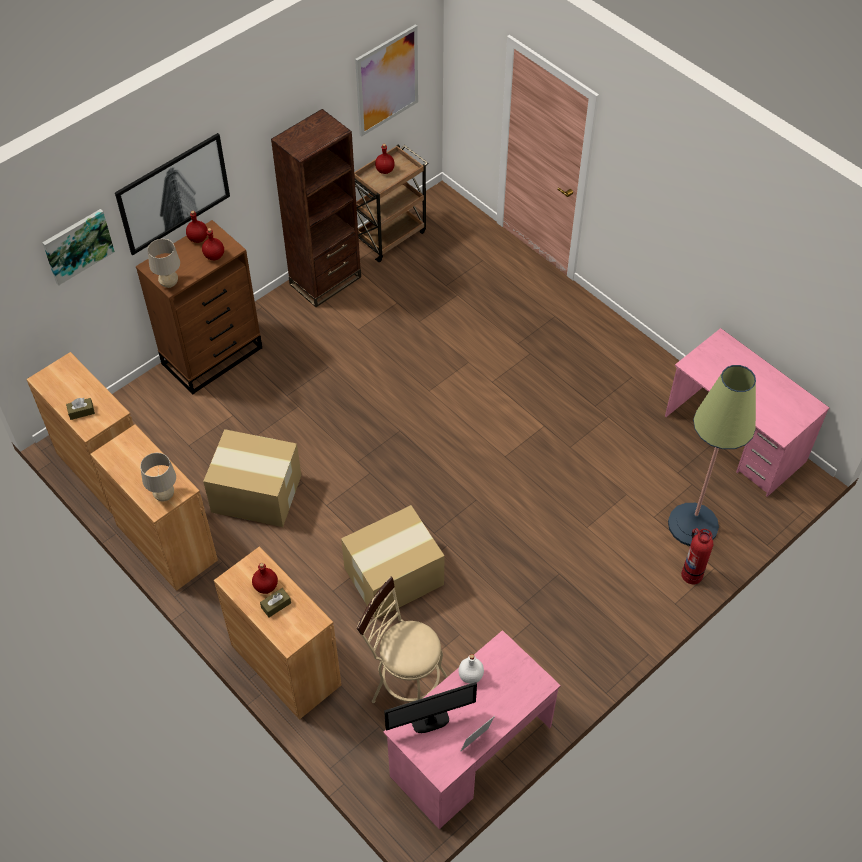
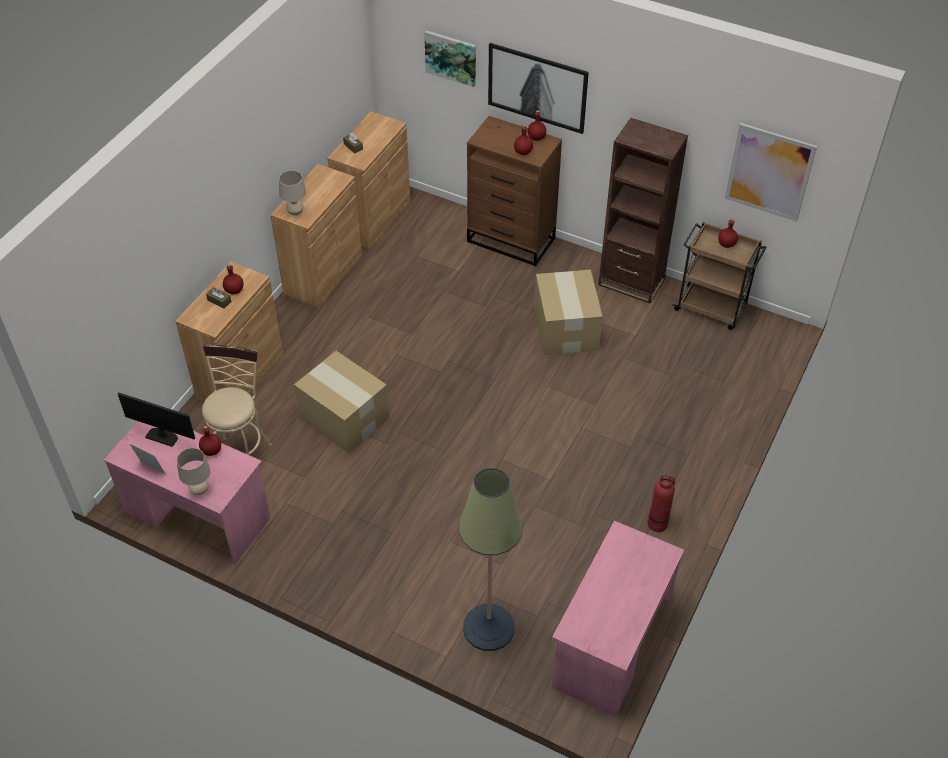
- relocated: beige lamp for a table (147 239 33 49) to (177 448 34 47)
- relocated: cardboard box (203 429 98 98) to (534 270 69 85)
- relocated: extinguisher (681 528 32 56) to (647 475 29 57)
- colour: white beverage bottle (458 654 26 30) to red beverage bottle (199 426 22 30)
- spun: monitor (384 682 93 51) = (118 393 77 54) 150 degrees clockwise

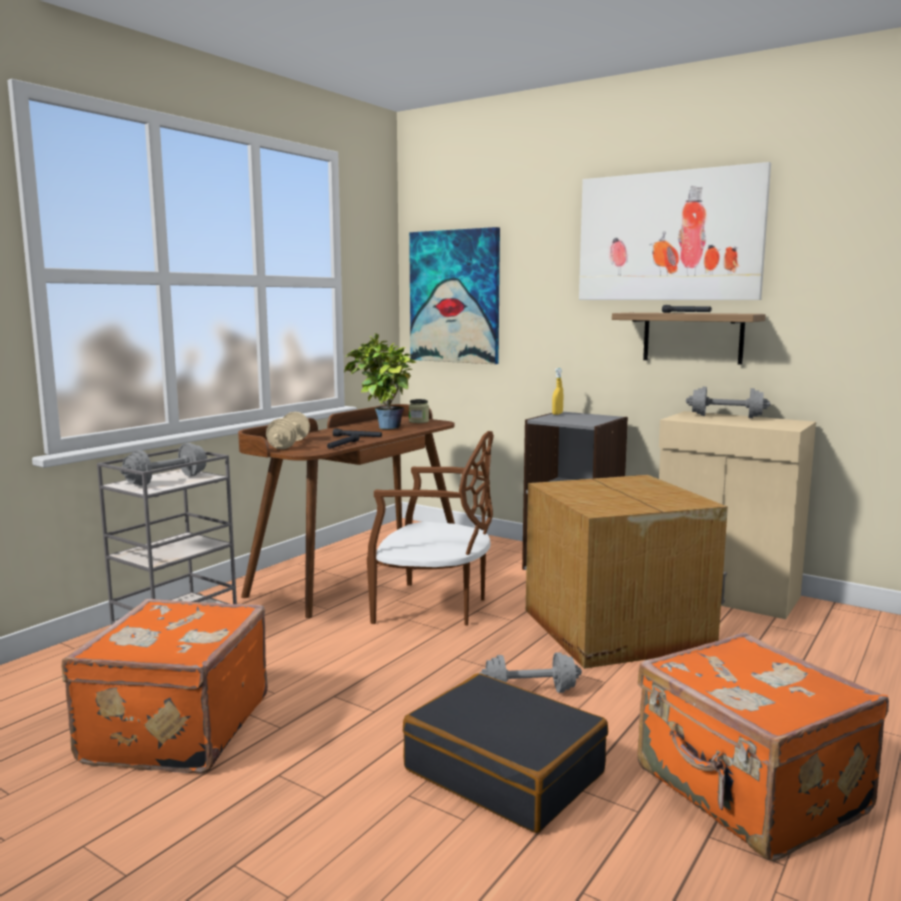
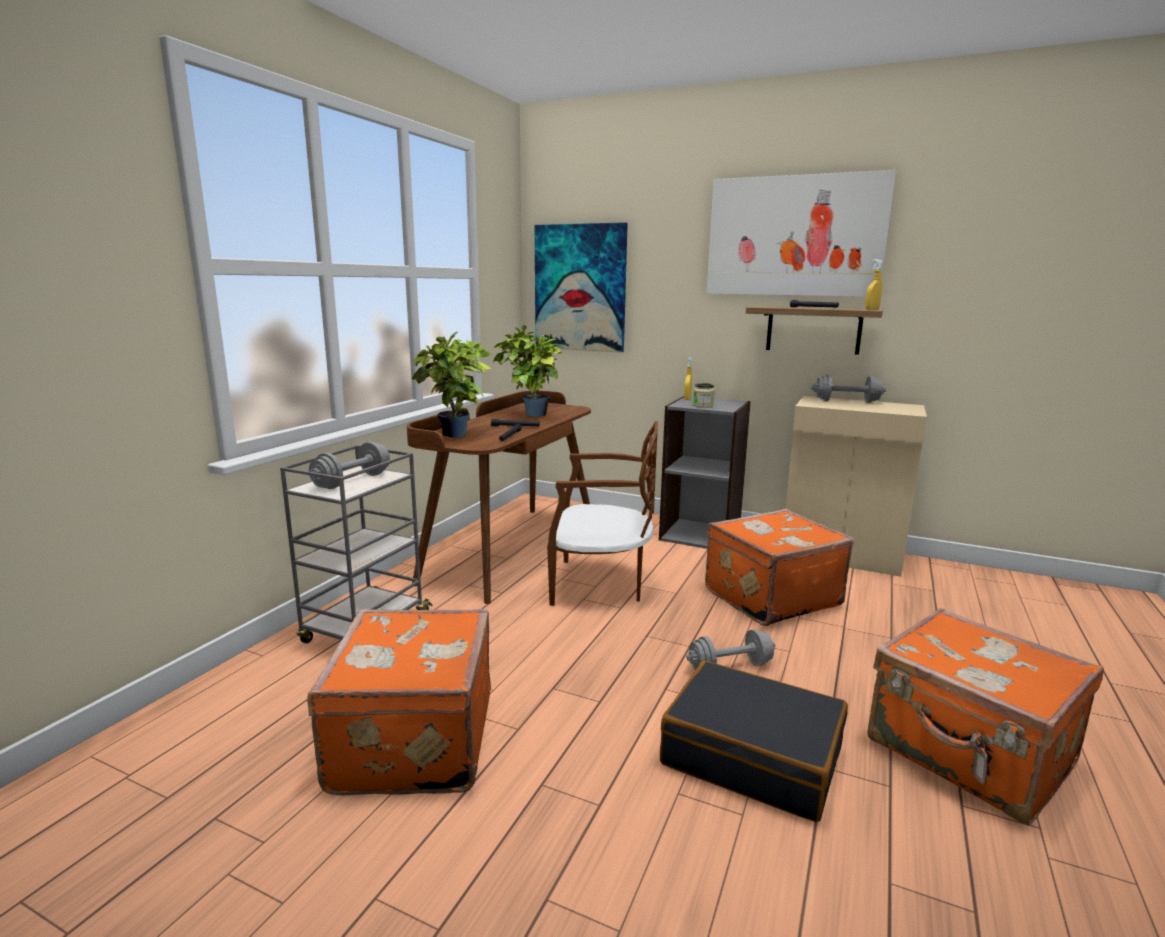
- appeared: yellow-coloured spray bottle (865 259 18 51)
- relocated: jar (409 399 20 24) to (693 383 22 25)
- exchanged: beige dumbbell (266 412 44 37) to plant in a pot (412 332 80 106)
- exchanged: cardboard box (526 475 202 194) to orange-coloured suitcase (705 509 149 117)

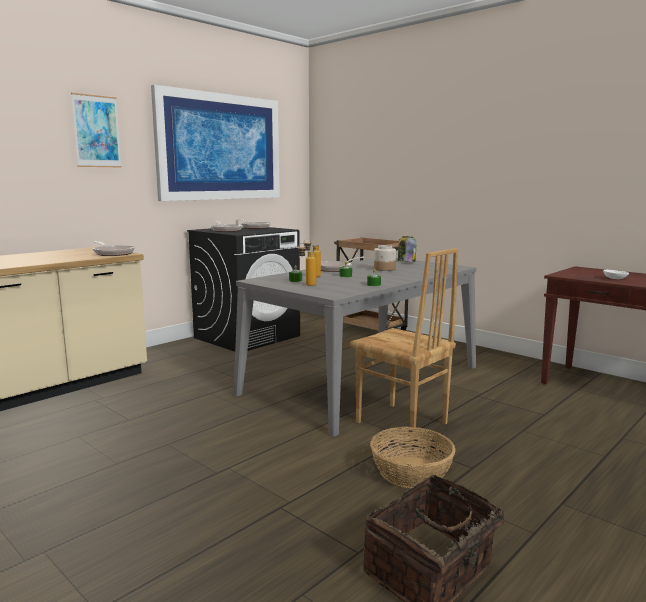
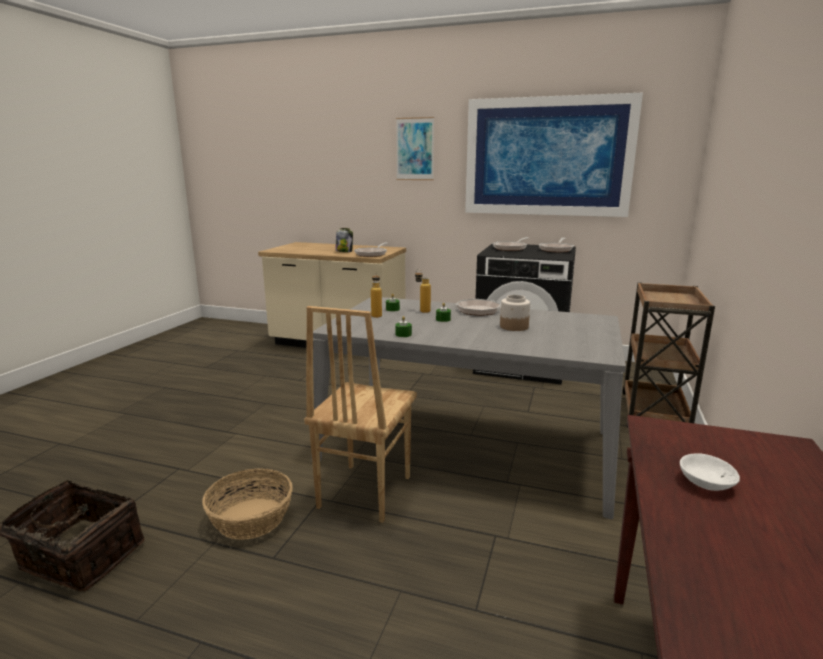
- relocated: jar (398 236 19 26) to (335 228 18 24)

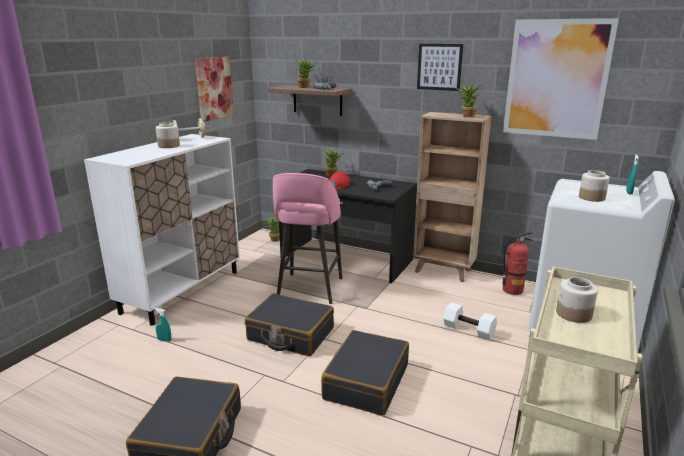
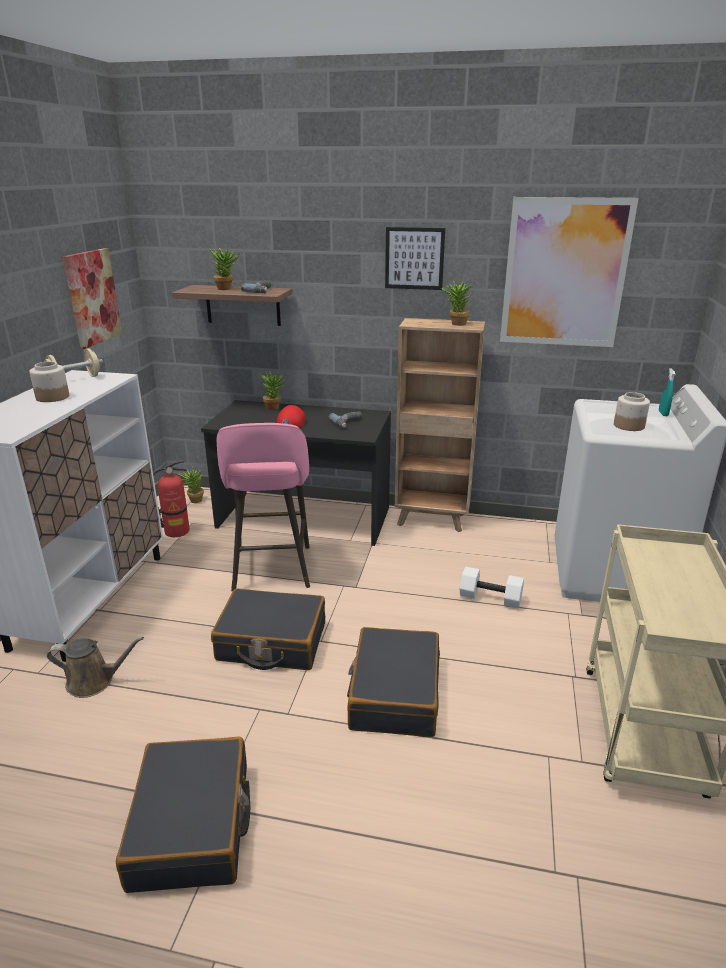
- missing: jar (556 277 42 46)
- relocated: extinguisher (502 232 31 63) to (153 460 36 77)
- exchanged: blue-green spray bottle (154 308 17 34) to brown-coloured watering can (47 637 97 61)

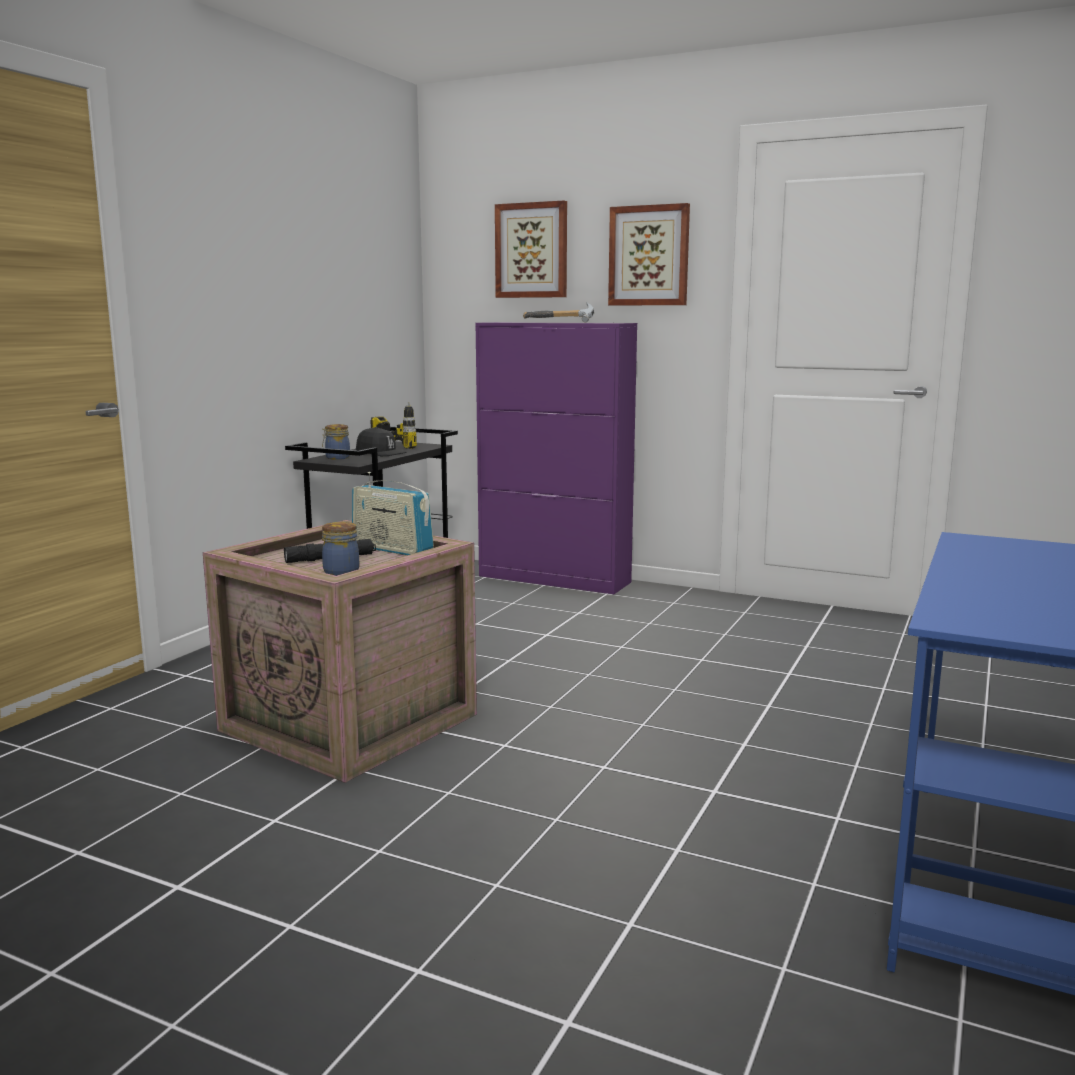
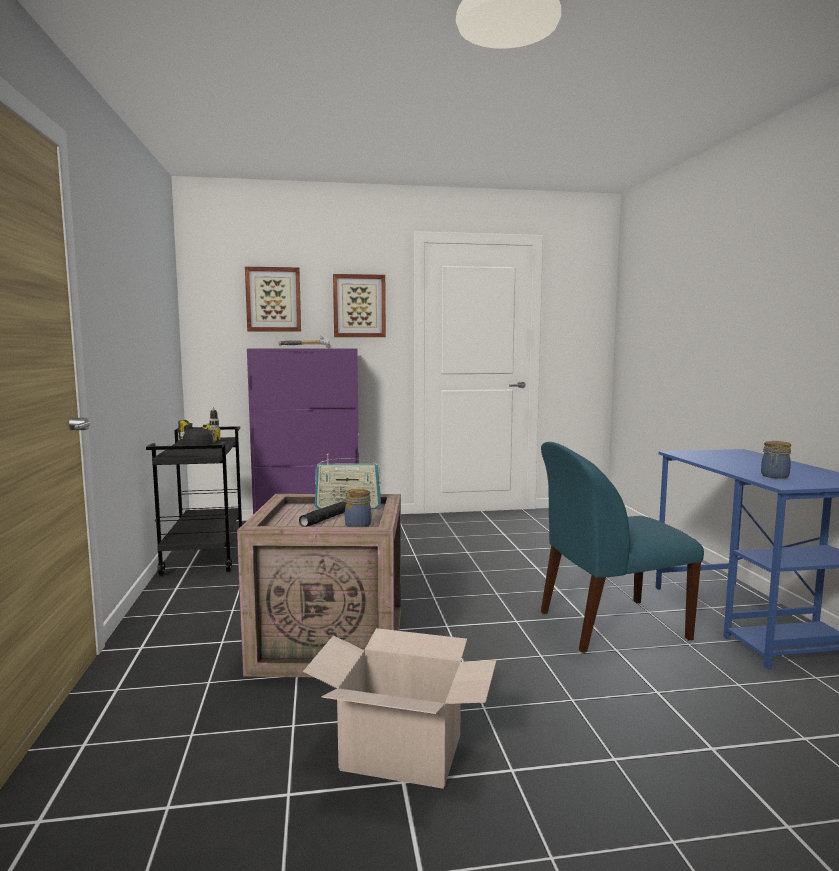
- appeared: cardboard box (303 628 193 161)
- appeared: bluish plain chair (541 442 163 211)
- relocated: jar (322 424 28 36) to (761 441 30 38)

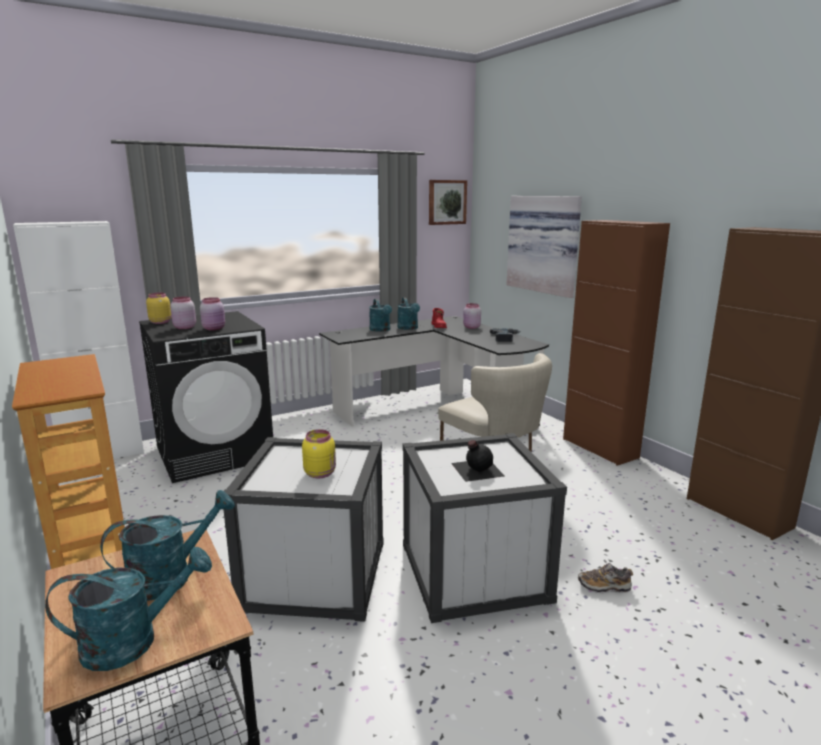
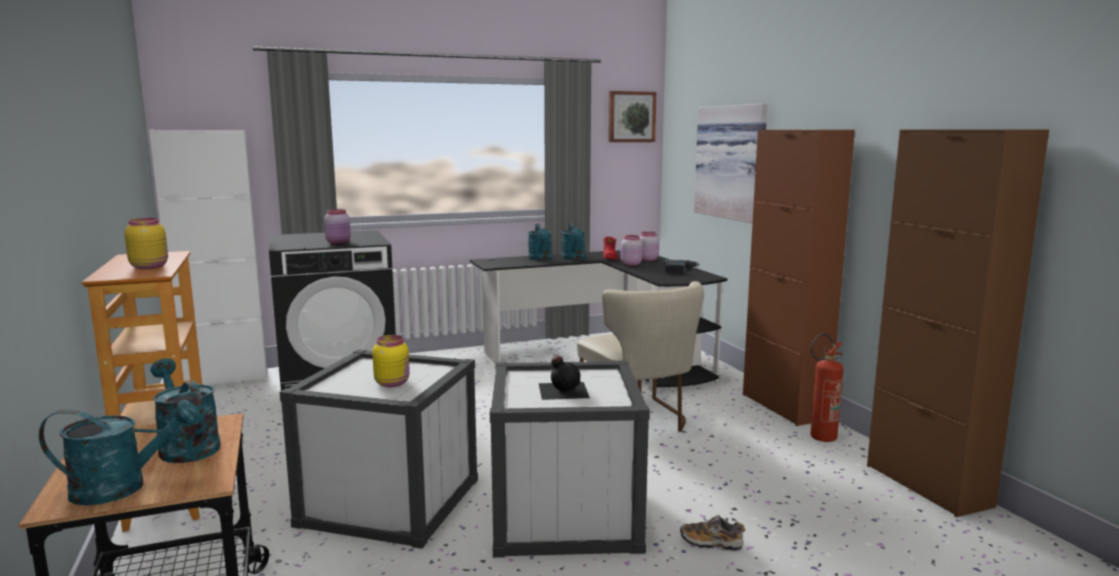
- appeared: extinguisher (811 333 32 109)
- relocated: yellow-coloured jar (146 292 25 32) to (125 218 43 51)
- relocated: pinkish jar (170 297 26 32) to (621 235 22 31)
- spun: blue-green watering can (100 490 135 111) = (150 358 71 105) 105 degrees counterclockwise

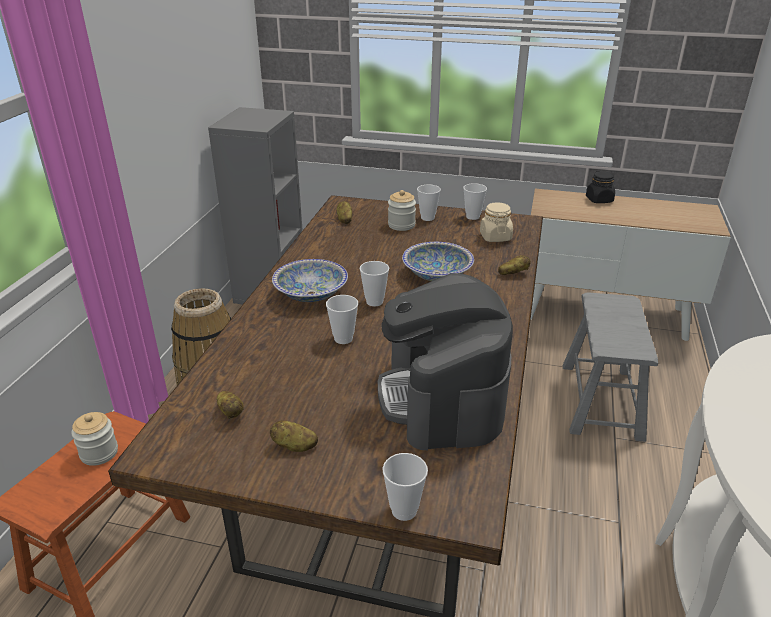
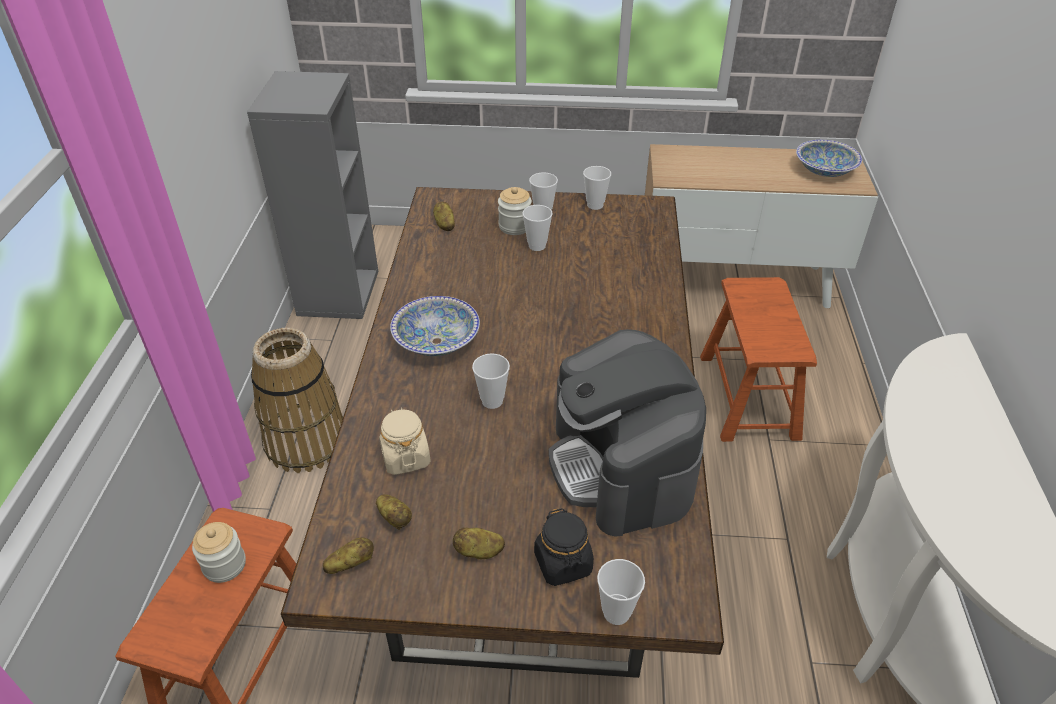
- relocated: small cup (360 261 29 45) to (522 205 31 46)
- relocated: serving bowl (402 242 72 39) to (796 140 66 37)
- relocated: beige jar (480 202 33 40) to (379 407 52 68)
- relocated: whole potato (498 255 33 20) to (323 538 51 36)
- relocated: blackish jar (586 171 29 32) to (534 508 60 78)
- colour: gray stool seat (563 292 95 150) to brown-coloured stool seat (700 277 117 165)

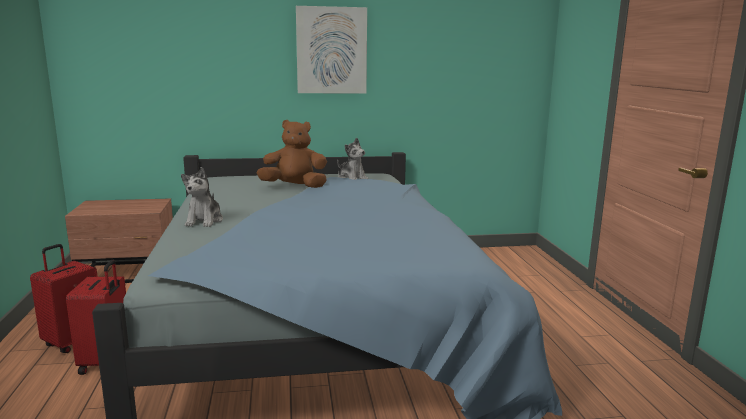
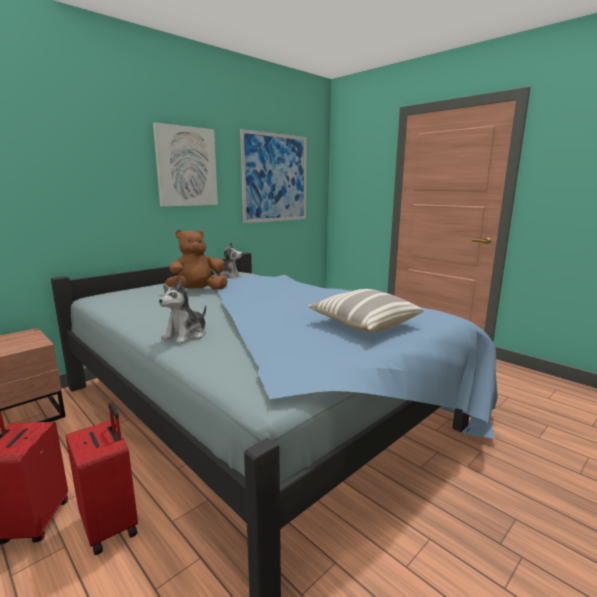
- appeared: wall art (240 129 67 94)
- appeared: throw pillow (308 289 116 43)
- spun: plush toy (181 167 42 60) = (159 279 47 65) 60 degrees clockwise

